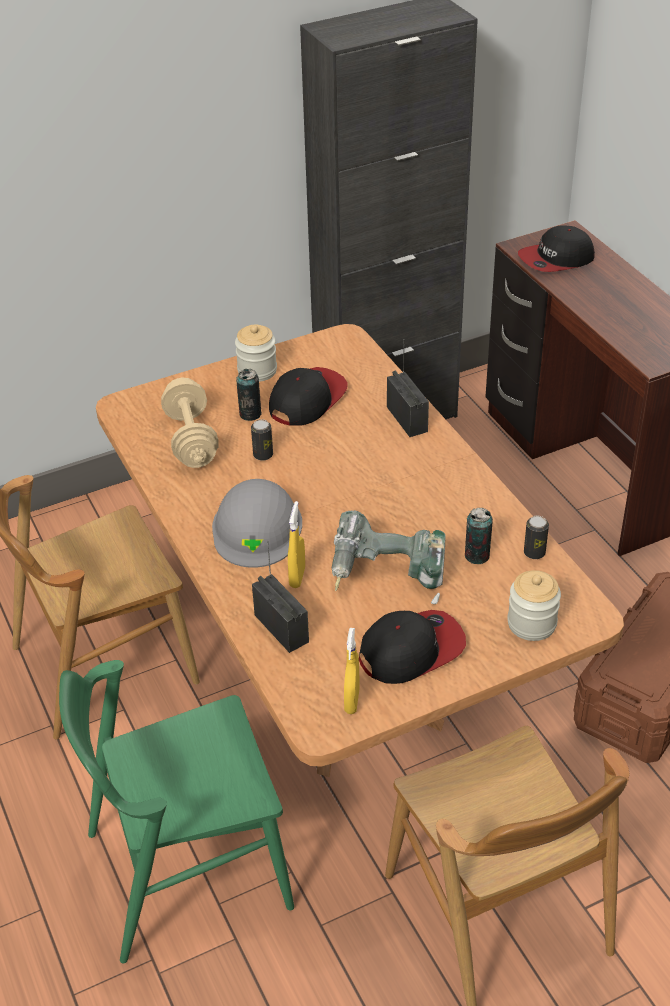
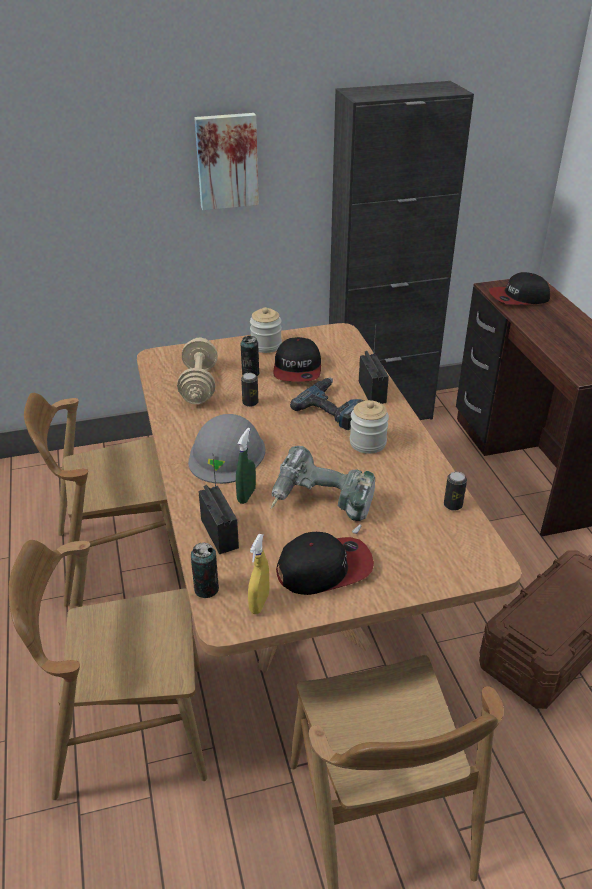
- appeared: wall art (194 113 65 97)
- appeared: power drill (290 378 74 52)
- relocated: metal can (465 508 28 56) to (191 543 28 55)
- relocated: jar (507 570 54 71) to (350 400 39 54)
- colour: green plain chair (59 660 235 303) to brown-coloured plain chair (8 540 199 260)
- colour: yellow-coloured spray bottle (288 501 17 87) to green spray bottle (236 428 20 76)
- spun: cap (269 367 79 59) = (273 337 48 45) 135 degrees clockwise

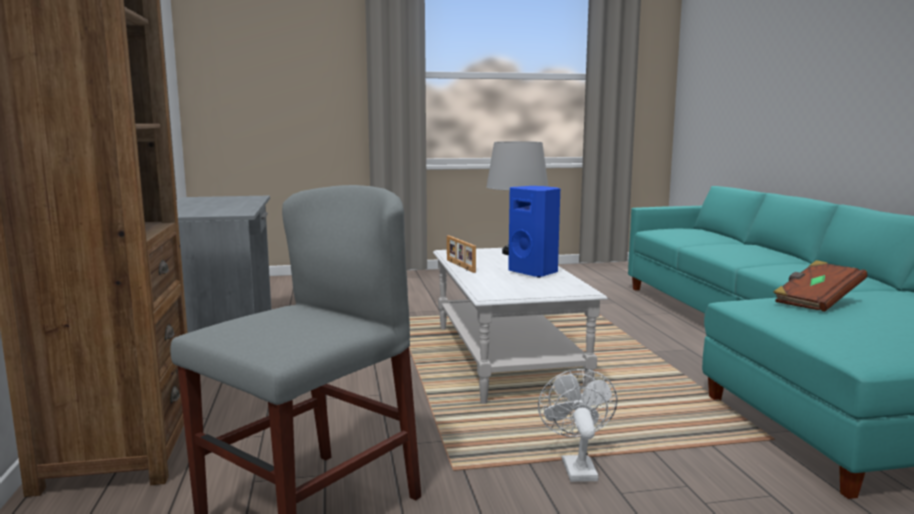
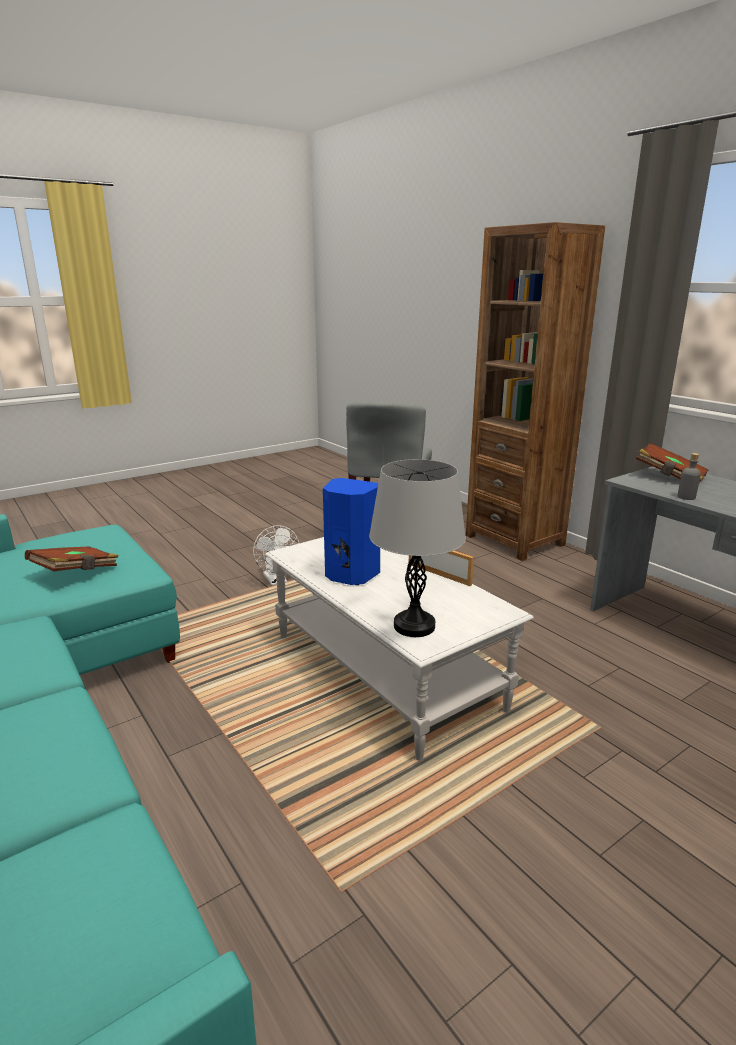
- appeared: brown-coloured bound book (636 443 73 40)
- appeared: gray beverage bottle (677 453 24 47)

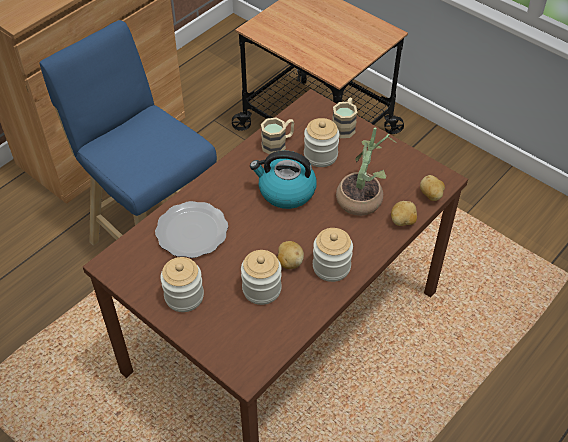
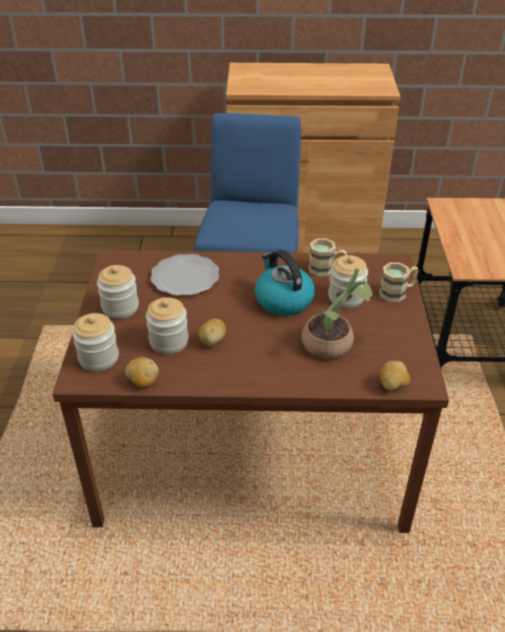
- relocated: jar (313 228 40 54) to (72 313 47 58)
- relocated: whole potato (391 201 26 25) to (126 357 33 30)

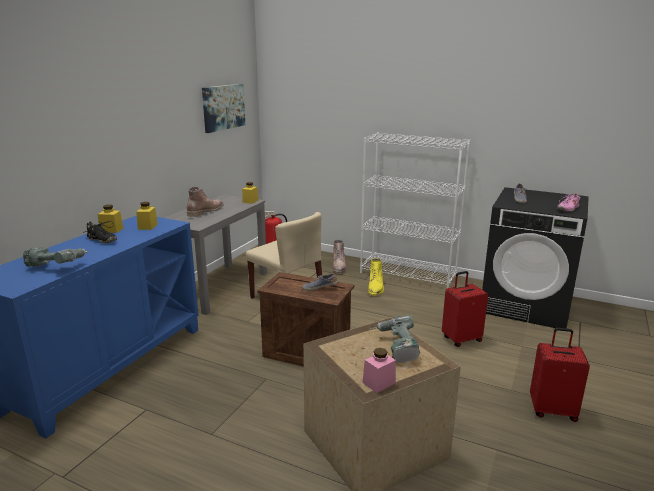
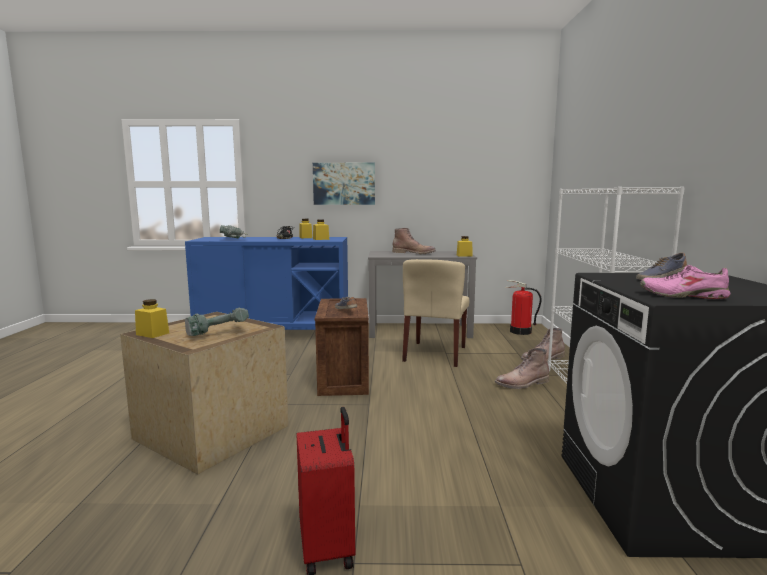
- missing: red suitcase (442 271 46 76)
- relocated: wall art (202 84 43 49) to (313 163 62 42)
- colour: pinkish jar (363 348 33 45) to yellow-coloured jar (135 299 34 39)
- colour: yellow-coloured high-top boot (368 258 16 38) to brown-coloured high-top boot (495 348 54 41)

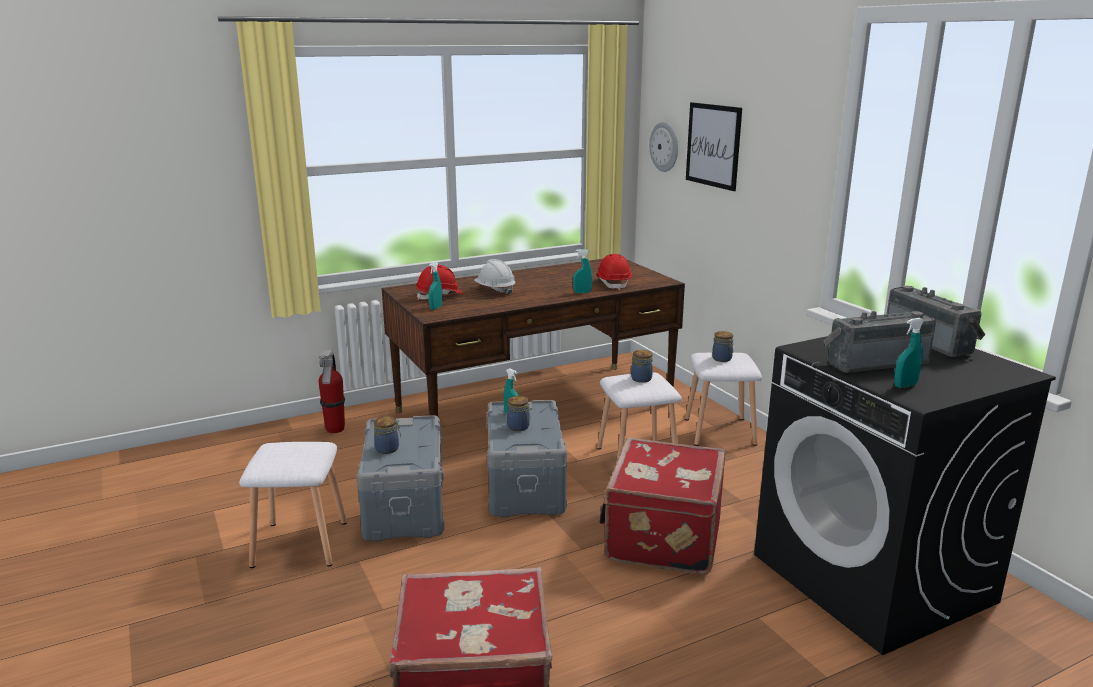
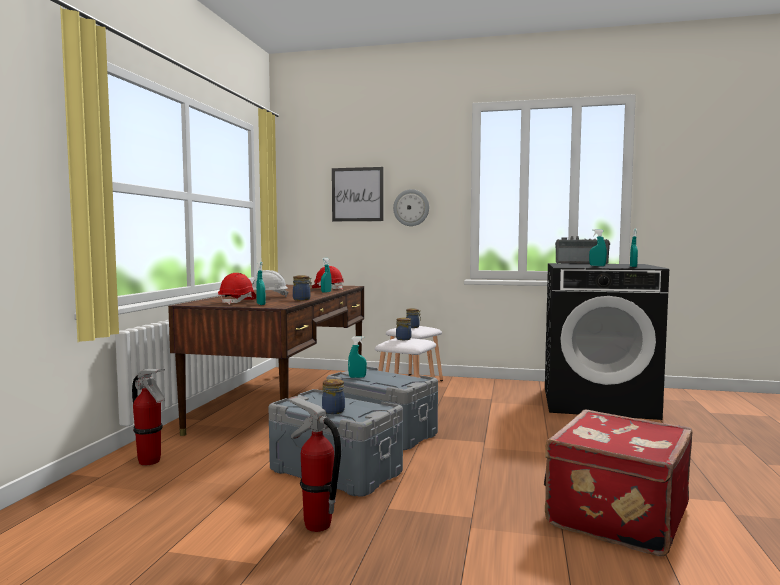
- missing: red suitcase (599 437 126 138)
- relocated: jar (507 396 24 35) to (293 275 19 26)
- relocated: clock on the wall (649 122 29 50) to (393 189 36 37)
- exchanged: white stool seat (239 442 108 126) to extinguisher (289 396 52 136)
- exchanged: radio set (823 311 113 62) to blue-green spray bottle (589 229 18 37)

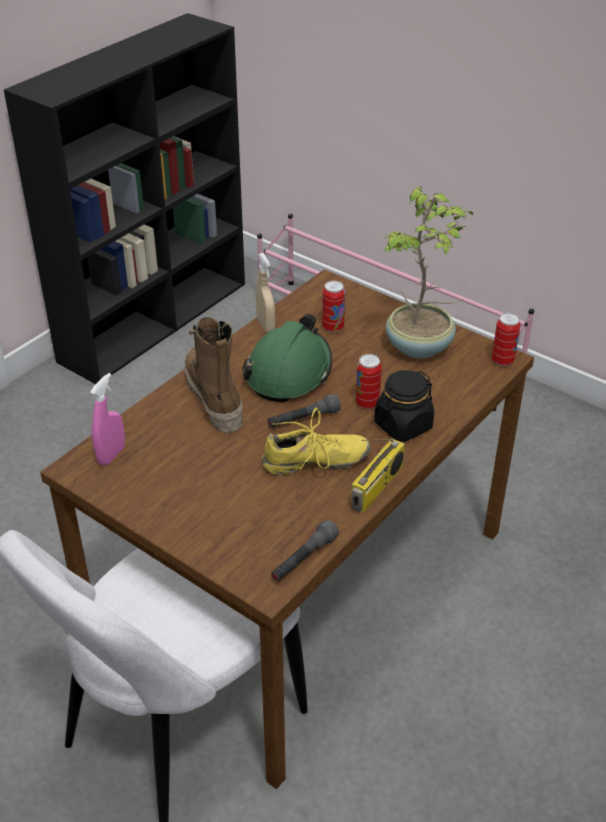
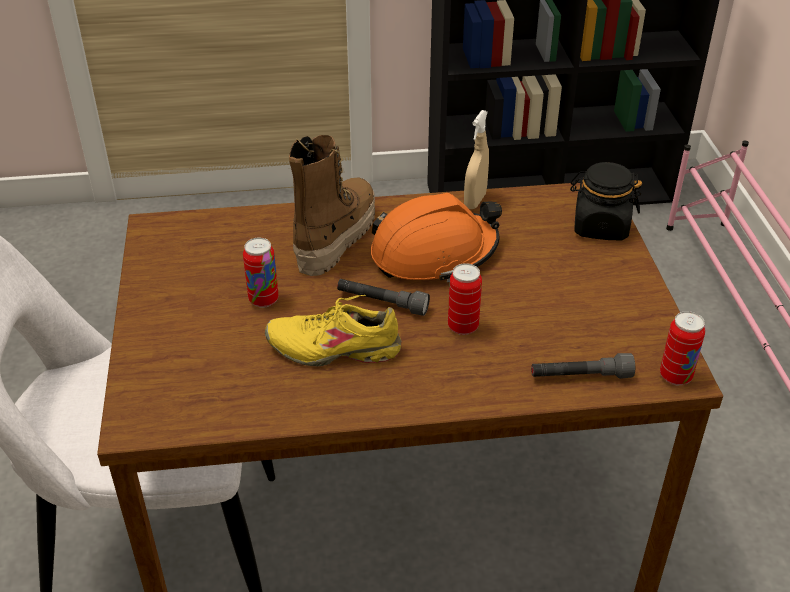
- missing: pinkish spray bottle (90 373 35 93)
- missing: radio set (351 438 54 75)
- missing: plant in a pot (383 186 90 173)
- relocated: gray torch (271 520 68 61) to (531 353 104 26)
- relocated: metal can (322 281 23 52) to (243 238 36 70)
- relocated: blackish jar (374 370 60 72) to (570 162 72 78)
- colour: green safety helmet (242 314 90 88) to orange-coloured safety helmet (371 193 131 90)
- spun: yellow-coloured shoe (262 408 109 67) = (265 295 137 71) 150 degrees clockwise

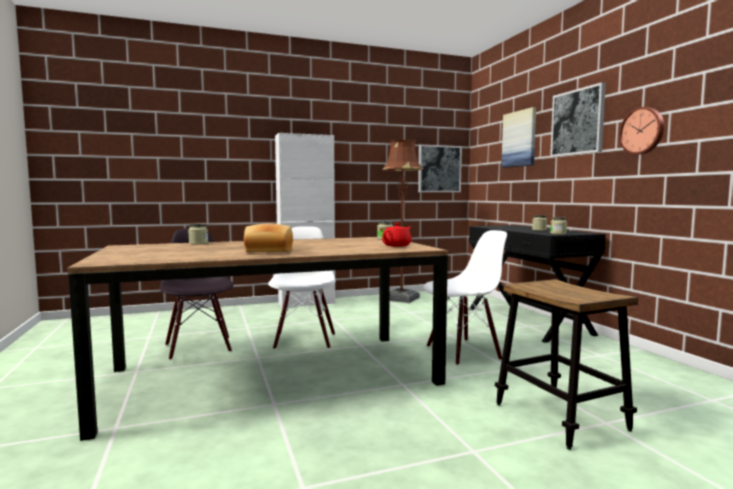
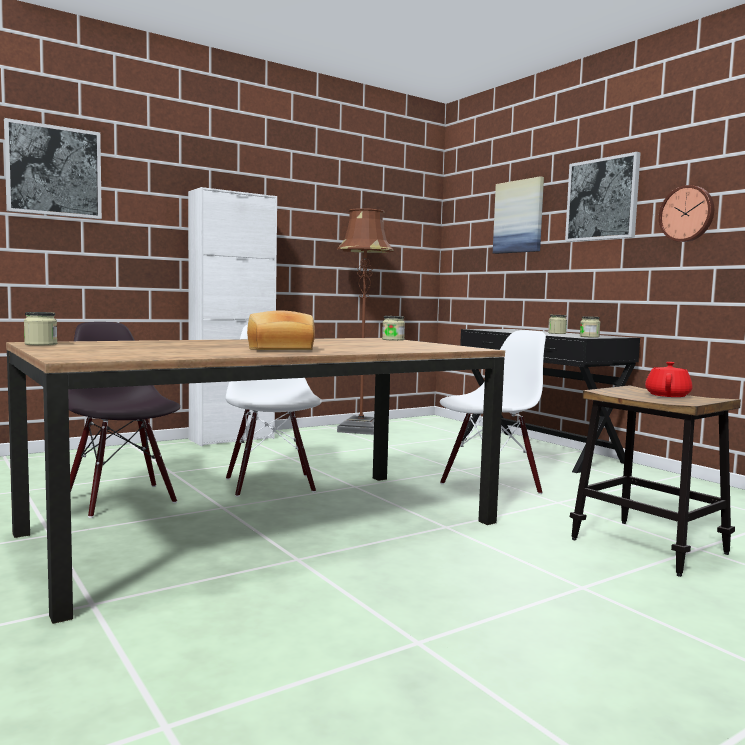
- relocated: jar (188 224 20 20) to (24 312 33 33)
- relocated: red tea pot (382 223 30 24) to (645 362 48 35)
- relocated: wall art (418 145 44 47) to (4 118 98 101)

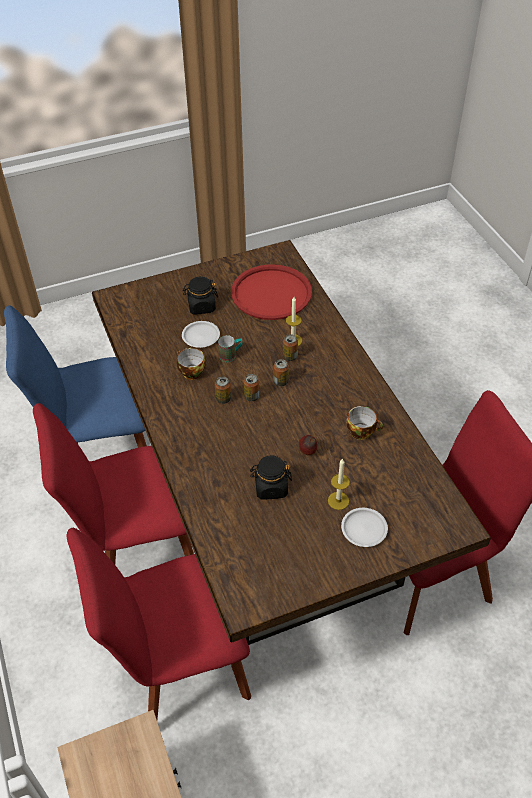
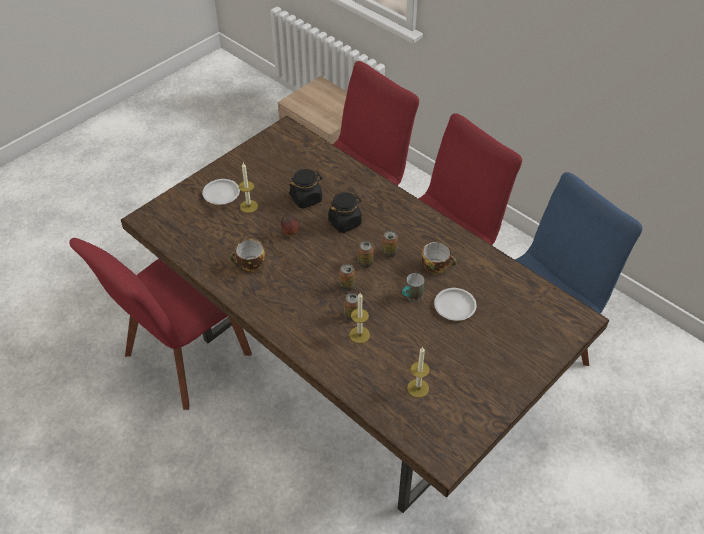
- relocated: blackish jar (183 277 35 38) to (328 192 34 41)
- exchanged: red tray (231 264 81 56) to wax candle (407 347 23 51)

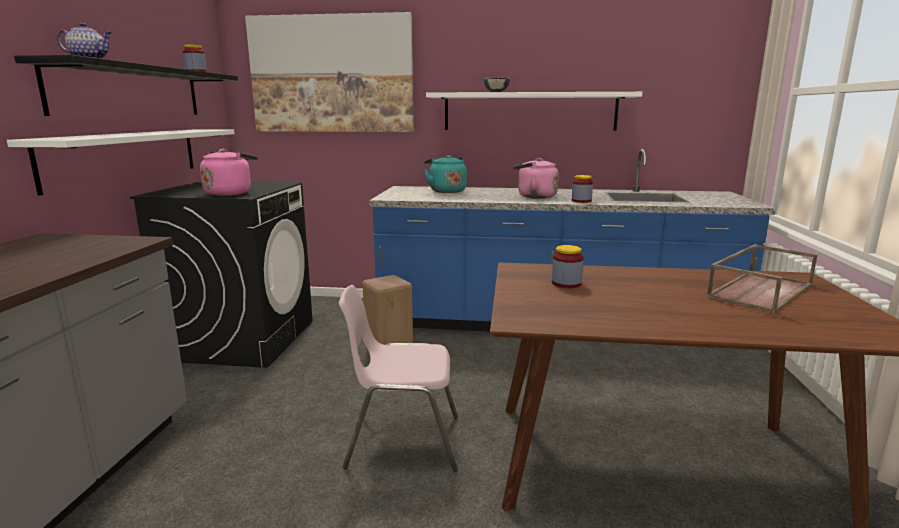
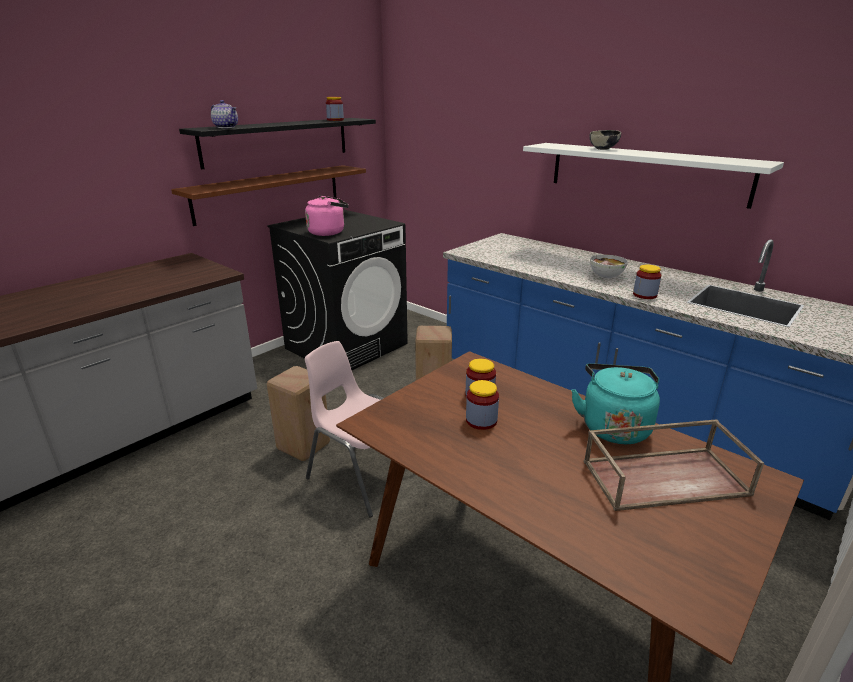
- missing: wall art (245 12 169 120)
- appeared: beige stool seat (267 366 63 95)
- appeared: jar (466 380 33 50)
- relocated: blue-green water kettle (424 155 43 38) to (571 363 89 81)
- exchanged: pinkish water kettle (513 158 46 41) to serving bowl (590 254 38 25)
- colour: white wall shelf (7 129 228 66) to brown-coloured wall shelf (171 165 195 61)

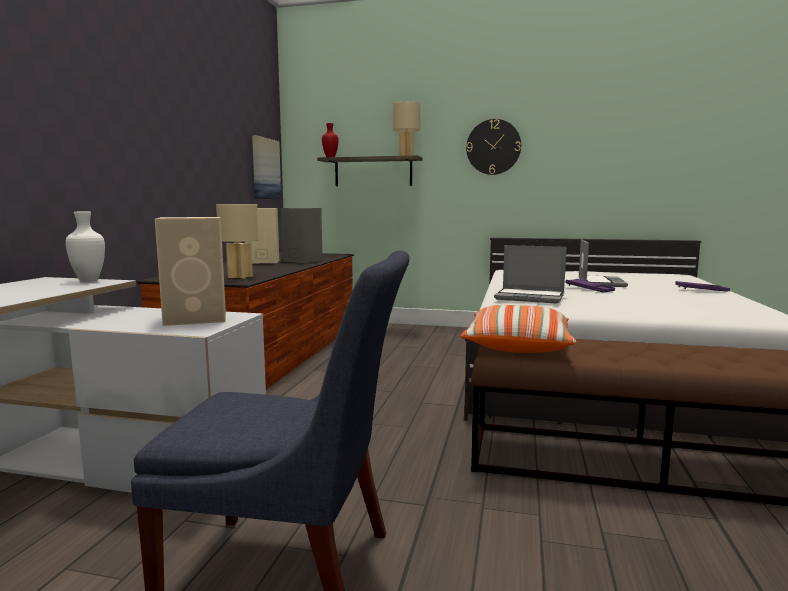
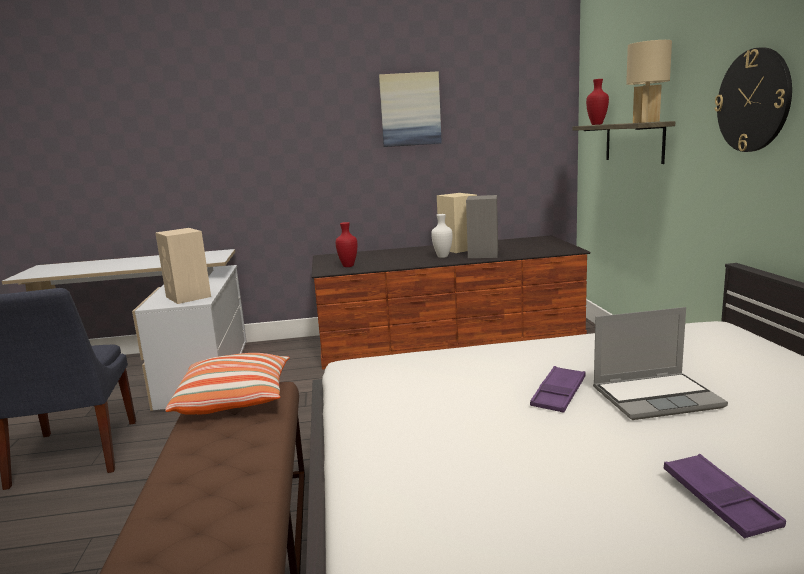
- missing: notebook computer (494 245 73 59)
- relocated: white flower vase (65 212 40 70) to (431 214 22 44)
- relocated: wall art (252 135 29 64) to (379 71 63 76)
- exchanged: beige lamp for a table (216 204 43 75) to red flower vase (335 222 22 45)

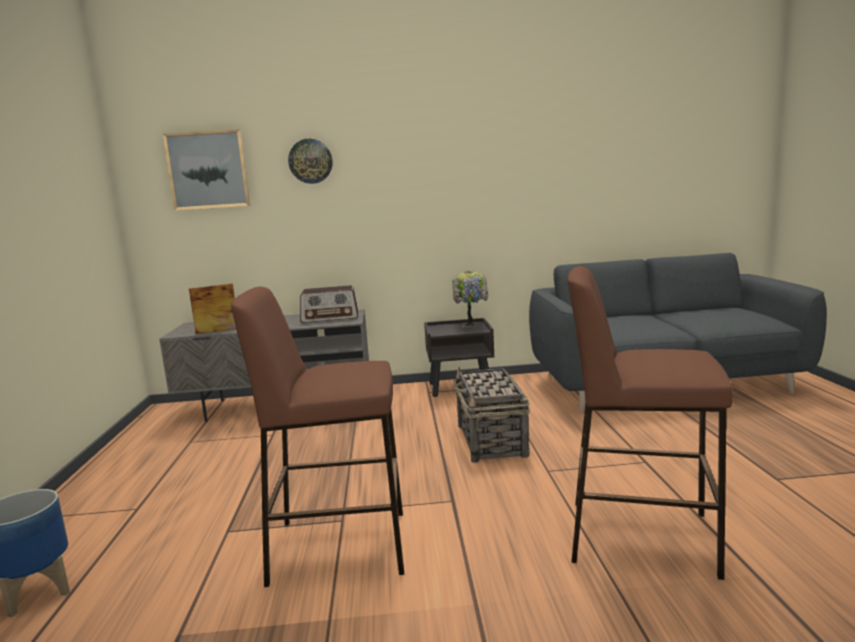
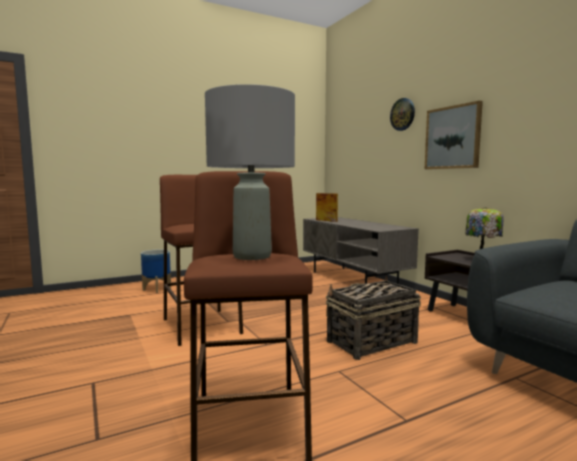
- missing: radio set (300 285 58 38)
- appeared: gray lamp for a table (205 84 90 176)
- relocated: wall art (163 129 87 82) to (425 101 58 68)

